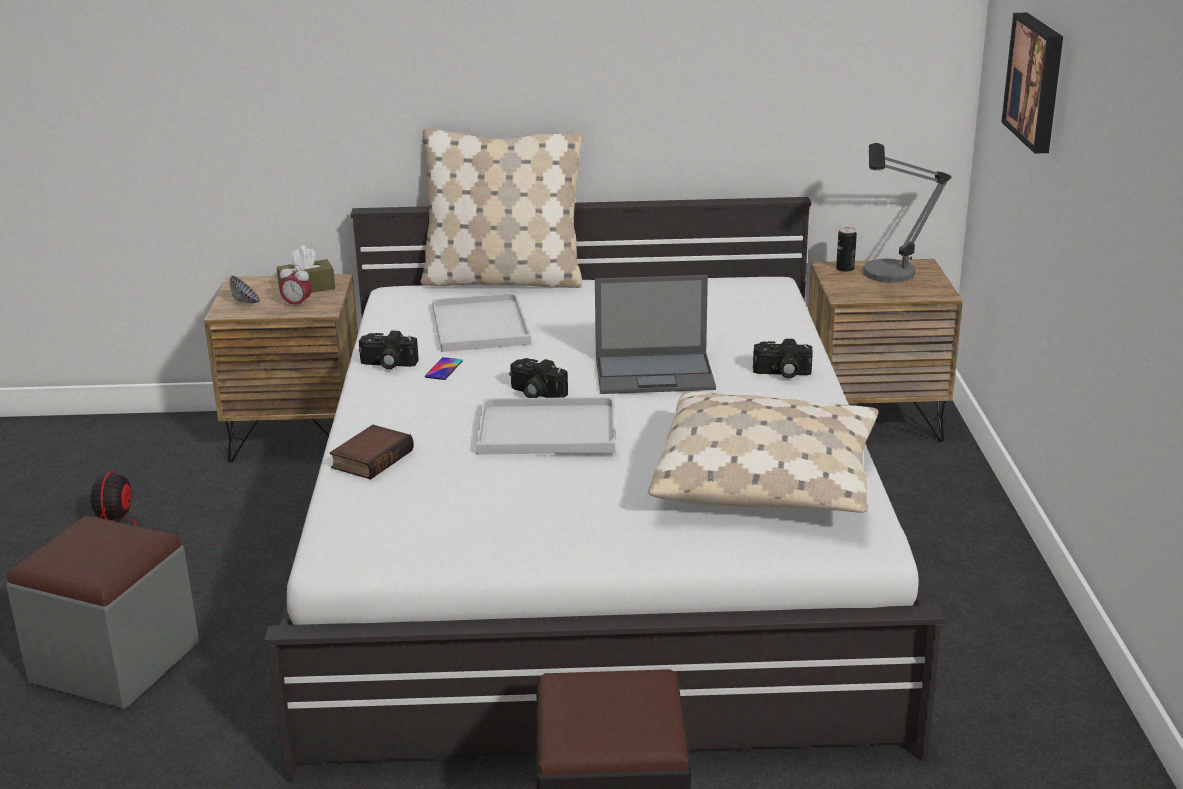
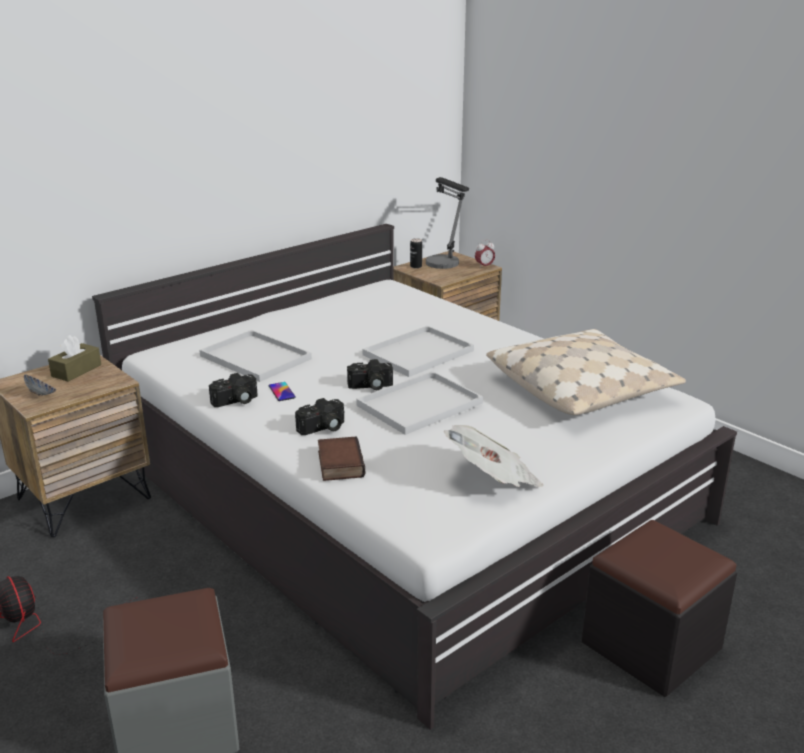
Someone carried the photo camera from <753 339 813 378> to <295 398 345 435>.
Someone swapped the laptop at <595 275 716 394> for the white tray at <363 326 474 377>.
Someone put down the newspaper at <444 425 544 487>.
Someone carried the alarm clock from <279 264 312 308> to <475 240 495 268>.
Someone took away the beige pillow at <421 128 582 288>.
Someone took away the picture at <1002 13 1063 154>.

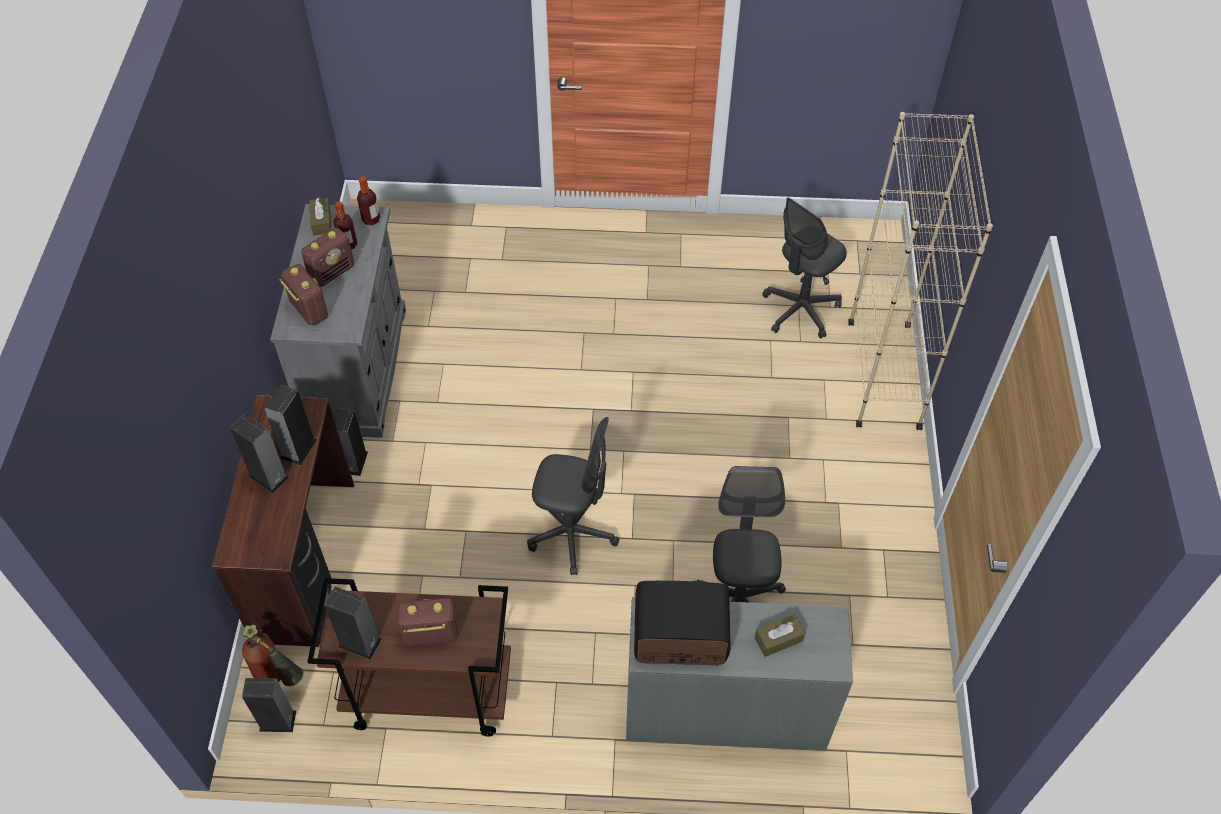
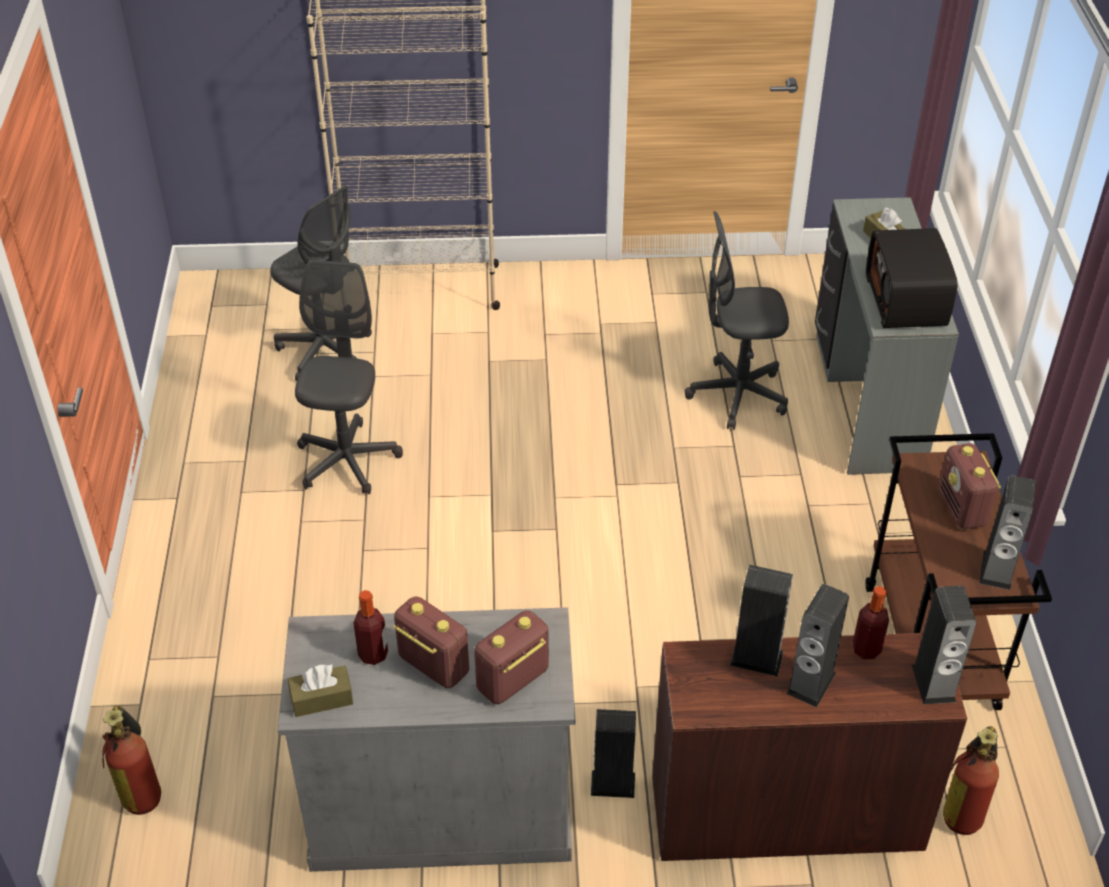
Someone put down the fire extinguisher at <102 706 161 815>.
Someone carried the grey office chair from <527 417 619 575> to <295 260 403 494>.
Someone carried the bottle from <357 176 380 225> to <853 586 889 659>.
Someone carried the speaker from <242 678 296 732> to <912 586 977 705>.

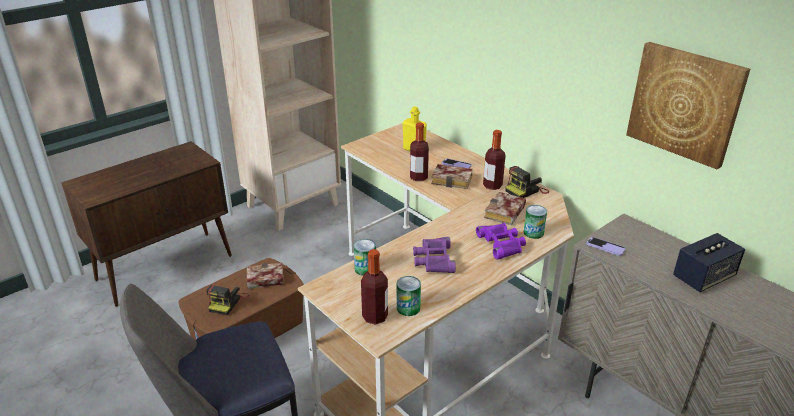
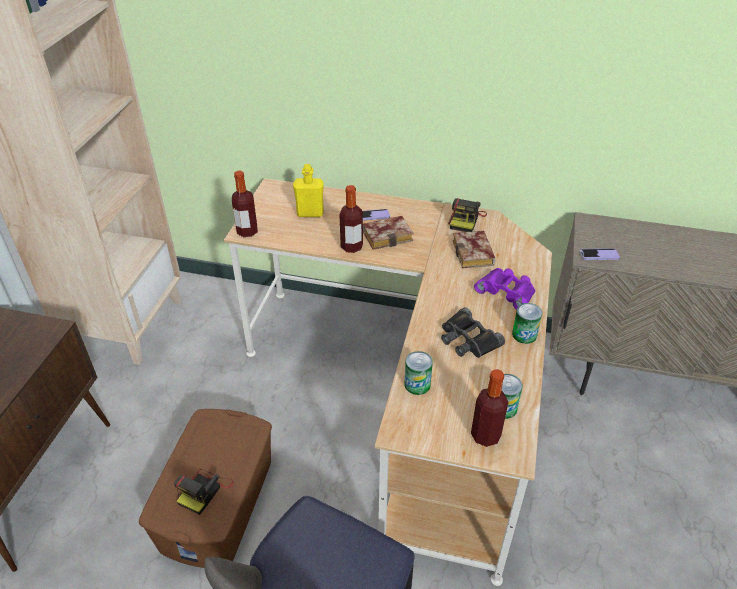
Someone rotated the photo camera at <206 285 249 315> by 45 degrees clockwise.
Someone carried the bottle from <483 130 506 190> to <232 170 258 237>.
Someone repainted the purple binoculars at <413 237 456 273>, which became the black binoculars at <441 307 505 358>.
Someone carried the can from <524 205 547 239> to <512 303 542 344>.
Someone took away the book at <247 263 284 289>.
Someone took away the picture at <626 42 750 170>.
Someone took away the speaker at <673 233 745 292>.

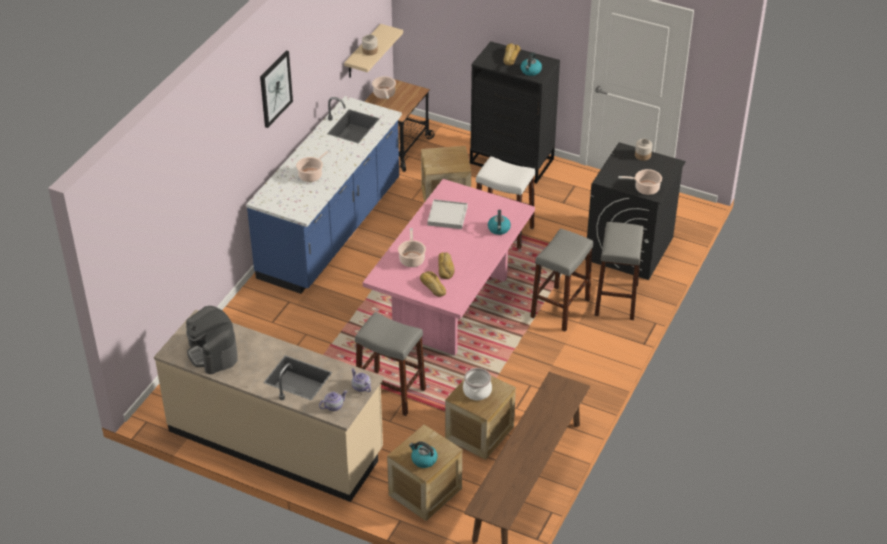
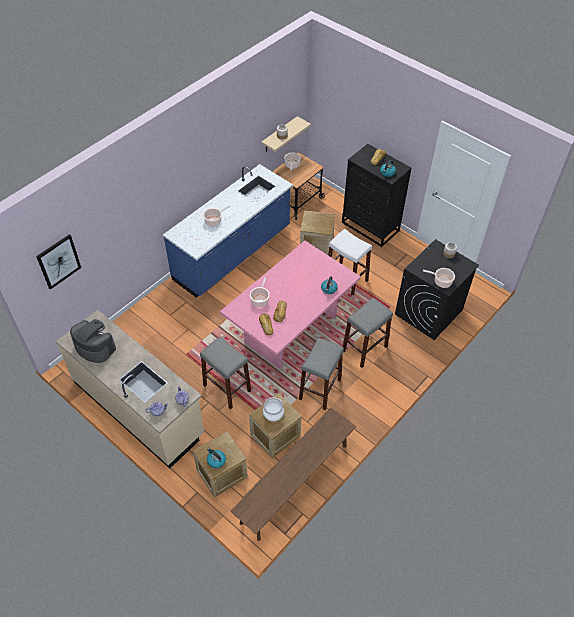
Someone carried the picture from <260 50 293 128> to <36 234 81 290>.
Someone rotated the coffee machine at <186 306 238 374> by 135 degrees clockwise.
Someone carried the grey stool from <594 222 644 320> to <299 338 344 410>.
Someone took away the white tray at <427 199 468 229>.

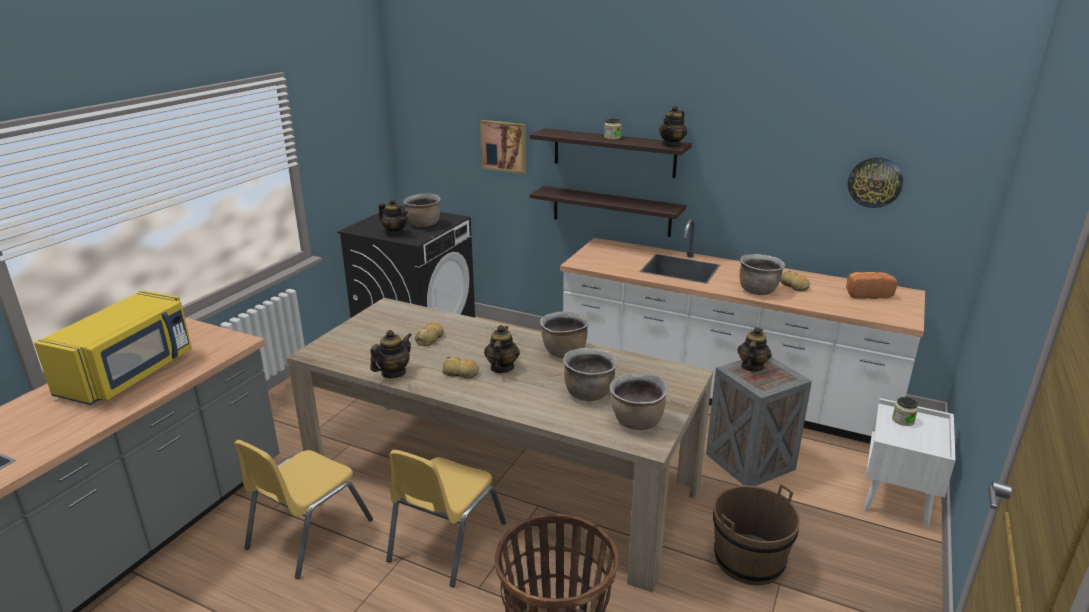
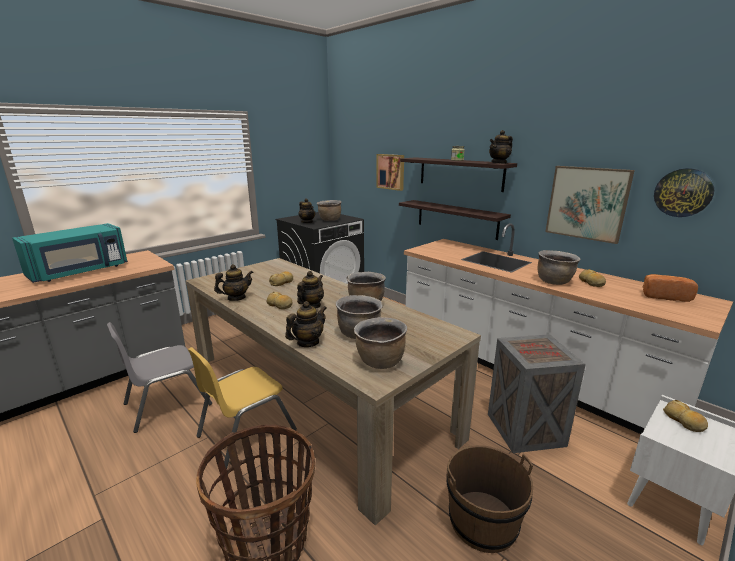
Someone repainted the yellow microwave at <34 290 192 405>, which became the turquoise microwave at <12 223 128 283>.
Someone repainted the yellow chair at <234 440 373 579>, which became the grey chair at <107 322 212 433>.
Someone carried the teapot from <738 327 772 371> to <285 301 327 347>.
Someone put up the picture at <545 166 635 244>.
Someone swapped the jar at <892 397 918 426> for the bread at <663 400 708 432>.

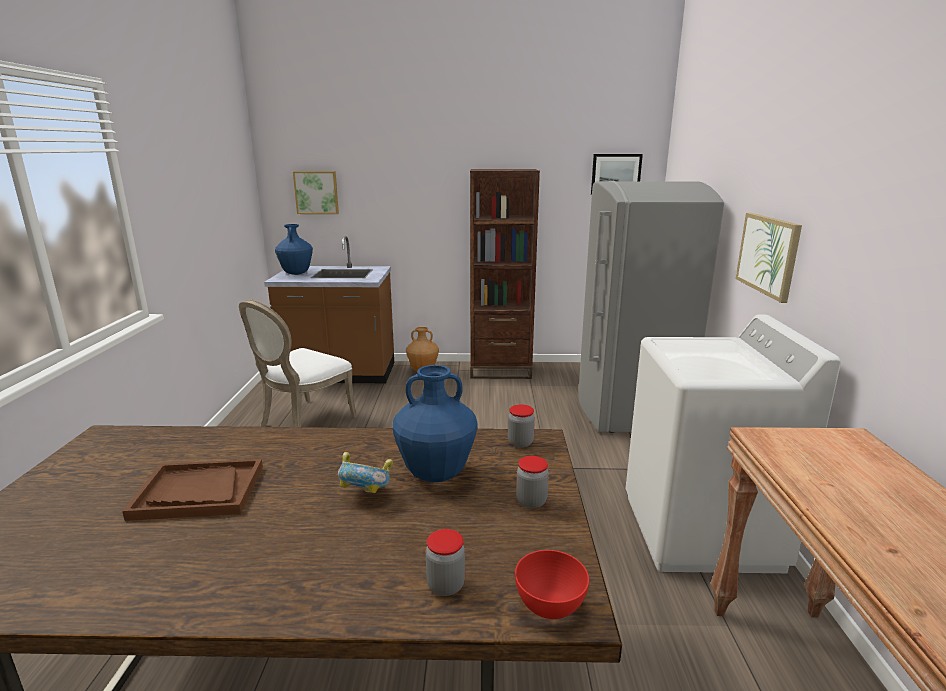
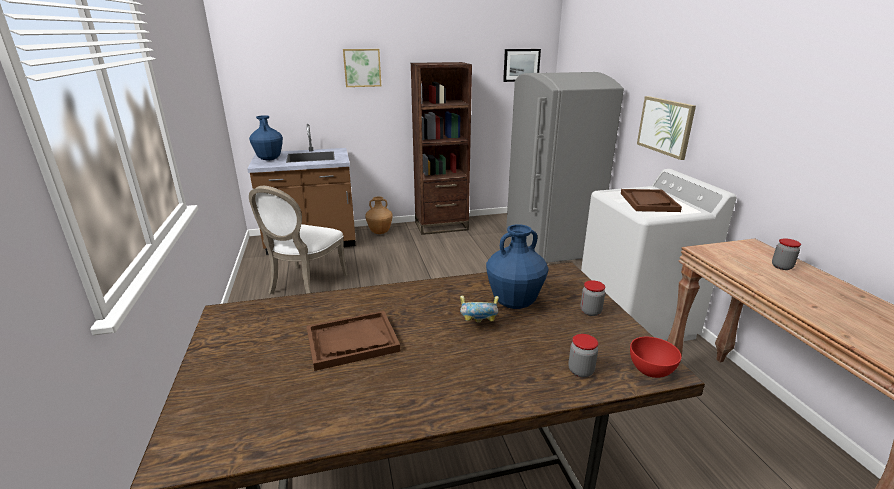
Someone carried the picture from <293 171 339 214> to <343 49 381 87>.
Someone put down the brown tray at <621 189 682 212>.
Someone carried the jar from <508 404 535 448> to <772 238 801 270>.

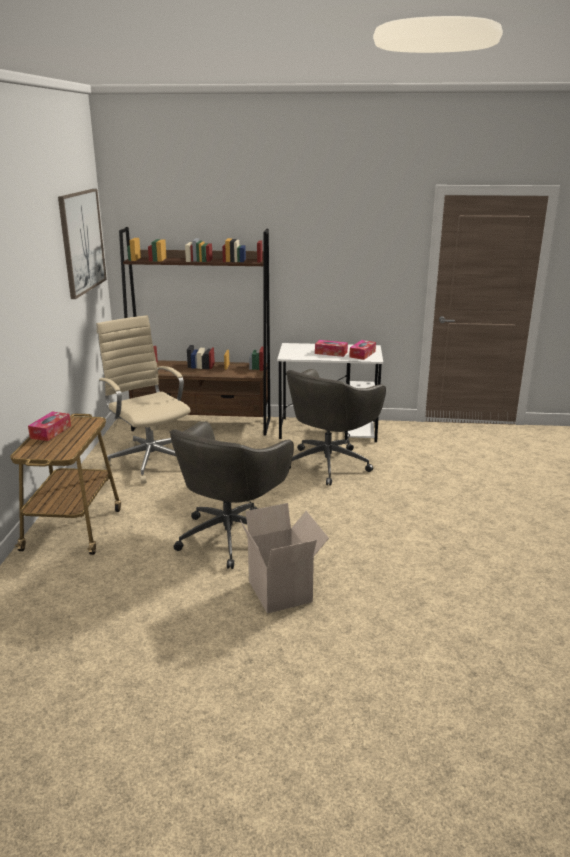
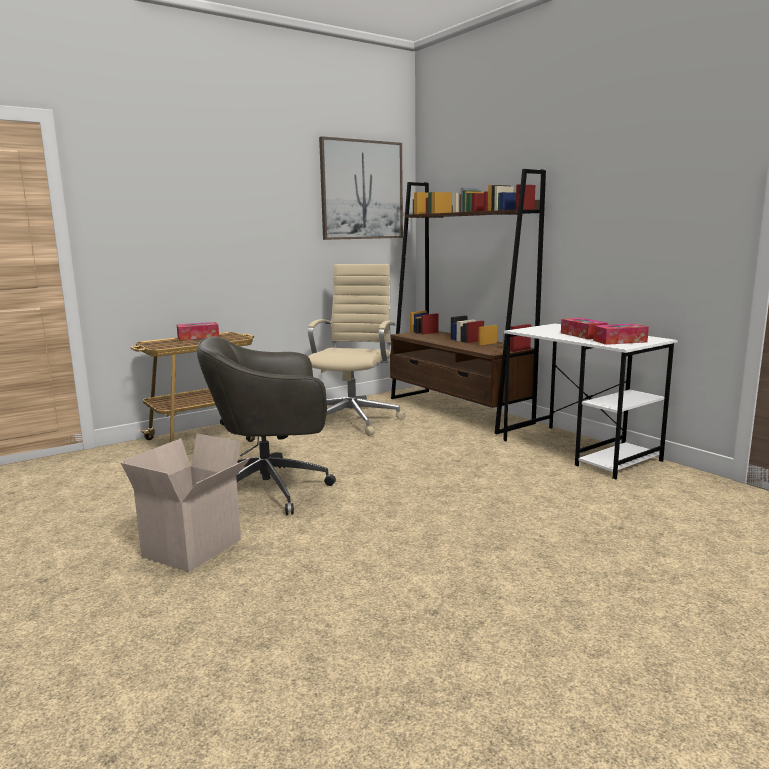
Someone took away the grey office chair at <286 369 386 486>.

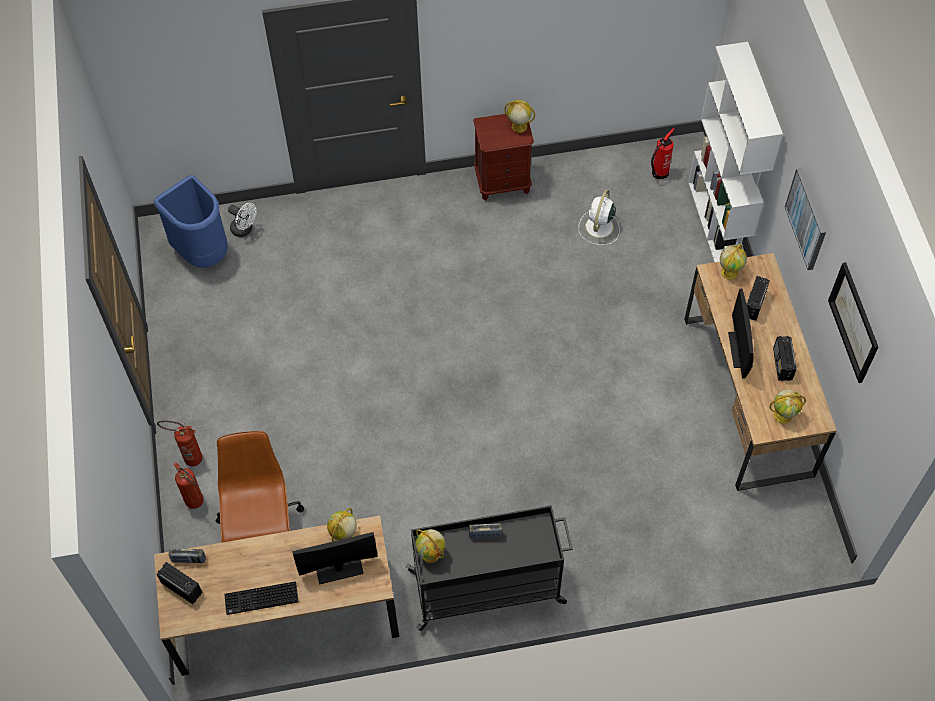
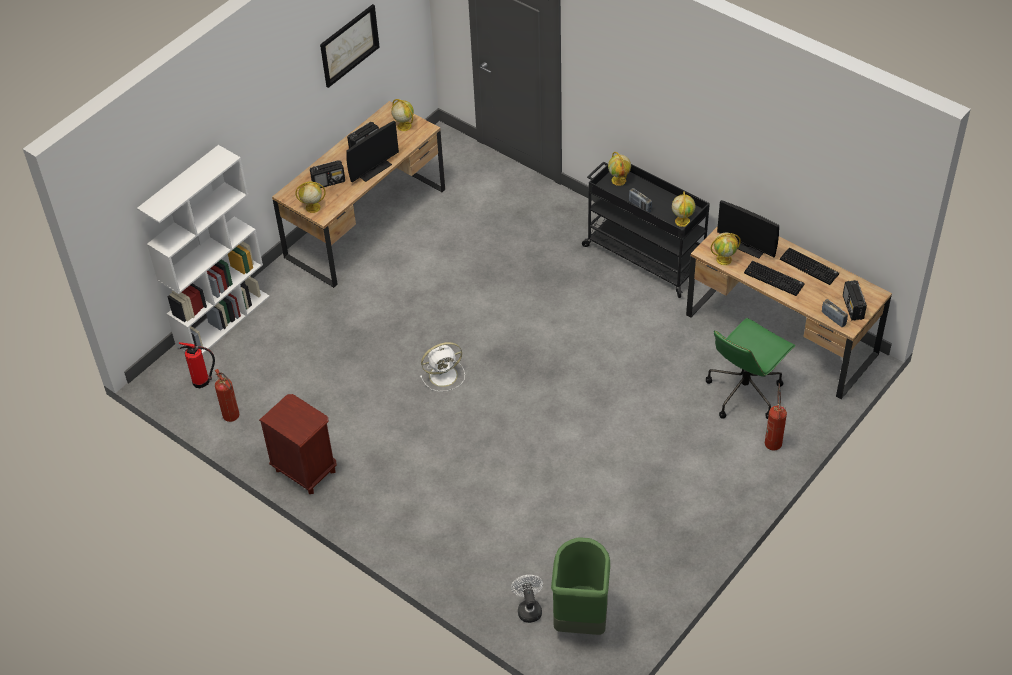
Someone carried the fire extinguisher from <157 421 202 467> to <215 369 239 422>.
Someone carried the white fan from <579 189 620 245> to <420 342 465 392>.
Someone repainted the blue trash can at <154 175 228 268>, which became the green trash can at <551 537 610 635>.
Someone carried the globe from <504 100 535 133> to <608 152 631 186>.
Someone repainted the brown office chair at <216 431 304 543>, which became the green office chair at <706 318 795 419>.
Someone put down the keyboard at <744 261 805 296>.
Someone took away the picture at <785 168 826 270>.

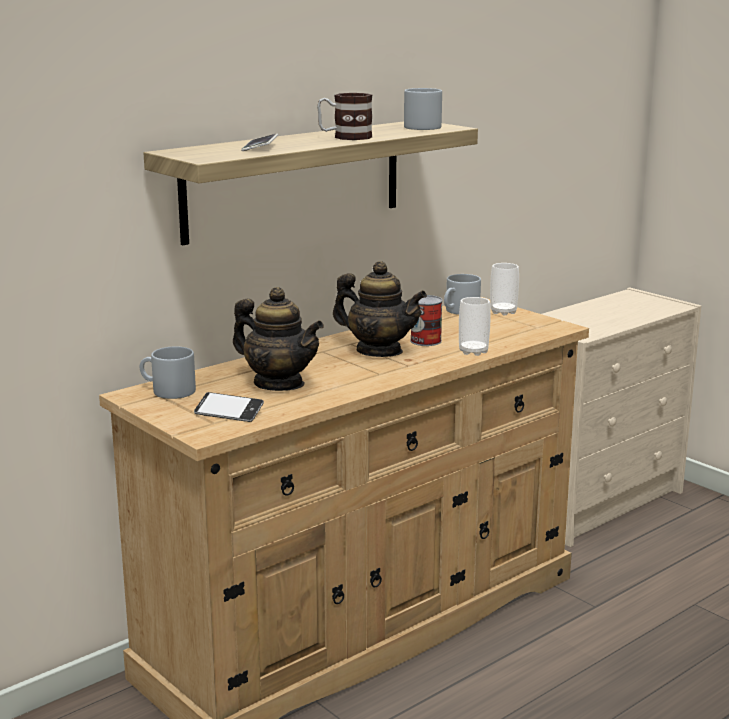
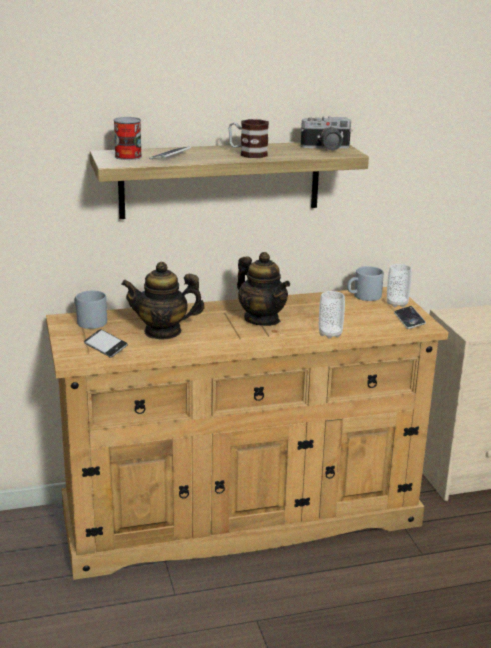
Someone carried the can from <410 295 443 346> to <114 117 142 160>.
Someone rotated the teapot at <233 287 324 391> by 120 degrees clockwise.
Someone swapped the grey mug at <404 88 442 130> for the photo camera at <300 117 353 150>.
Someone put down the phone at <394 306 426 329>.

